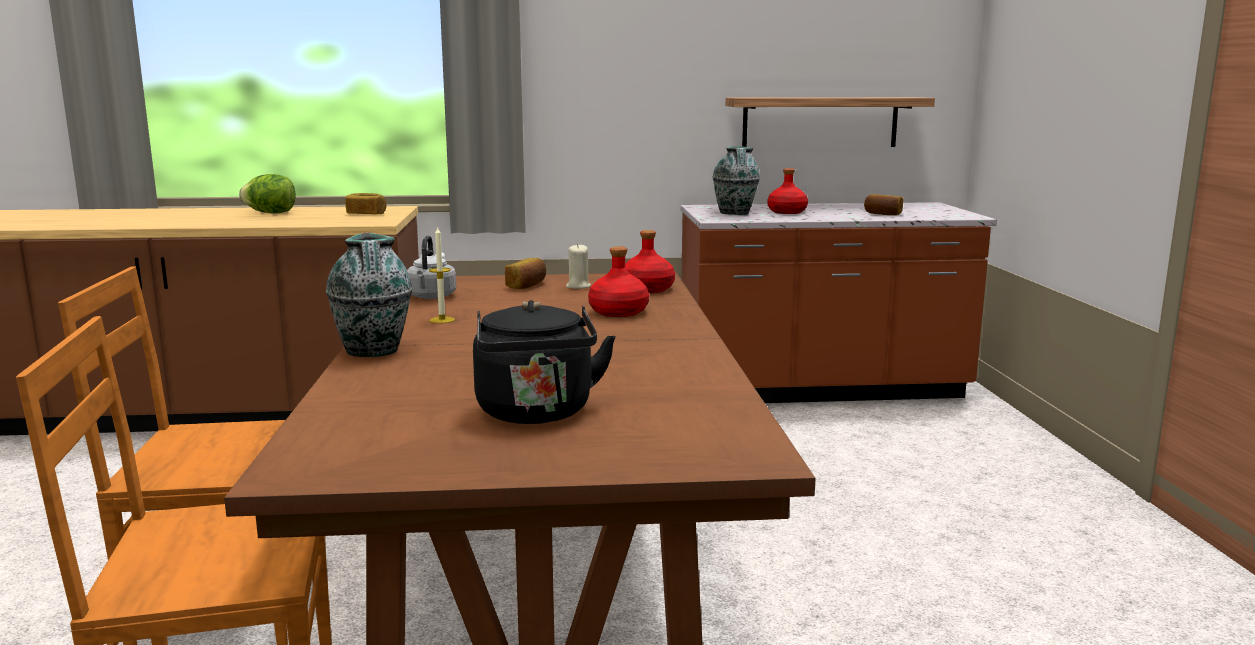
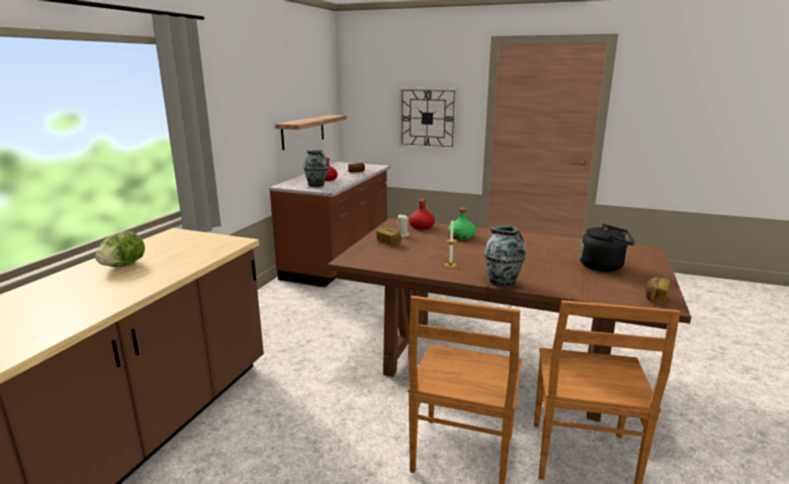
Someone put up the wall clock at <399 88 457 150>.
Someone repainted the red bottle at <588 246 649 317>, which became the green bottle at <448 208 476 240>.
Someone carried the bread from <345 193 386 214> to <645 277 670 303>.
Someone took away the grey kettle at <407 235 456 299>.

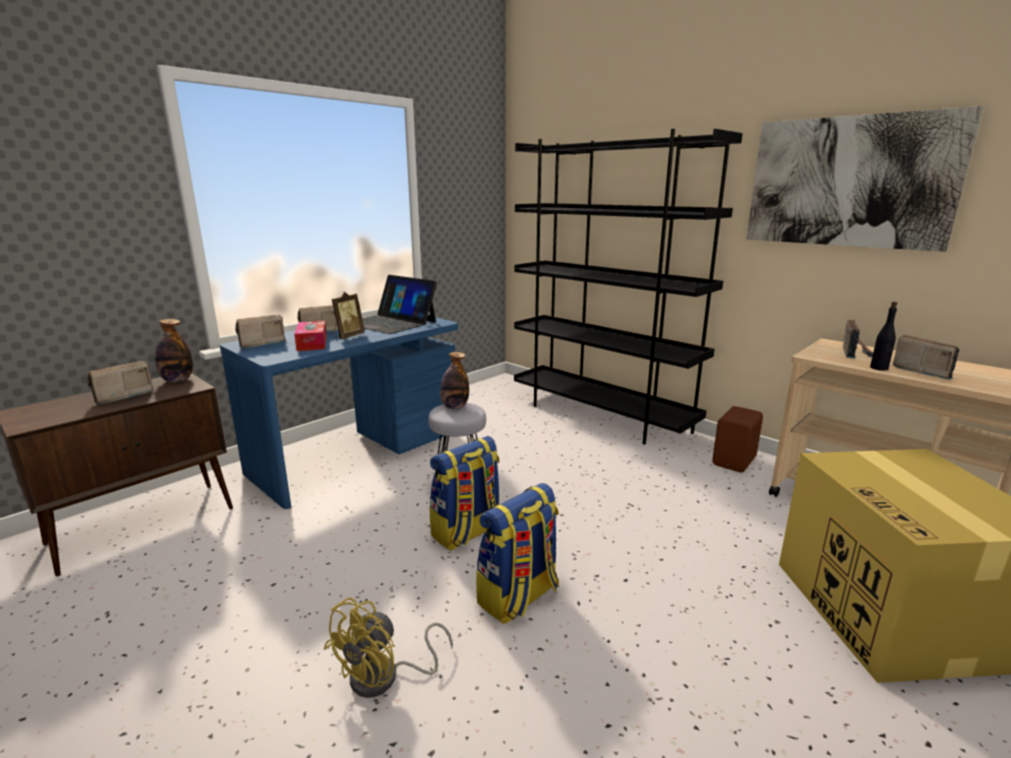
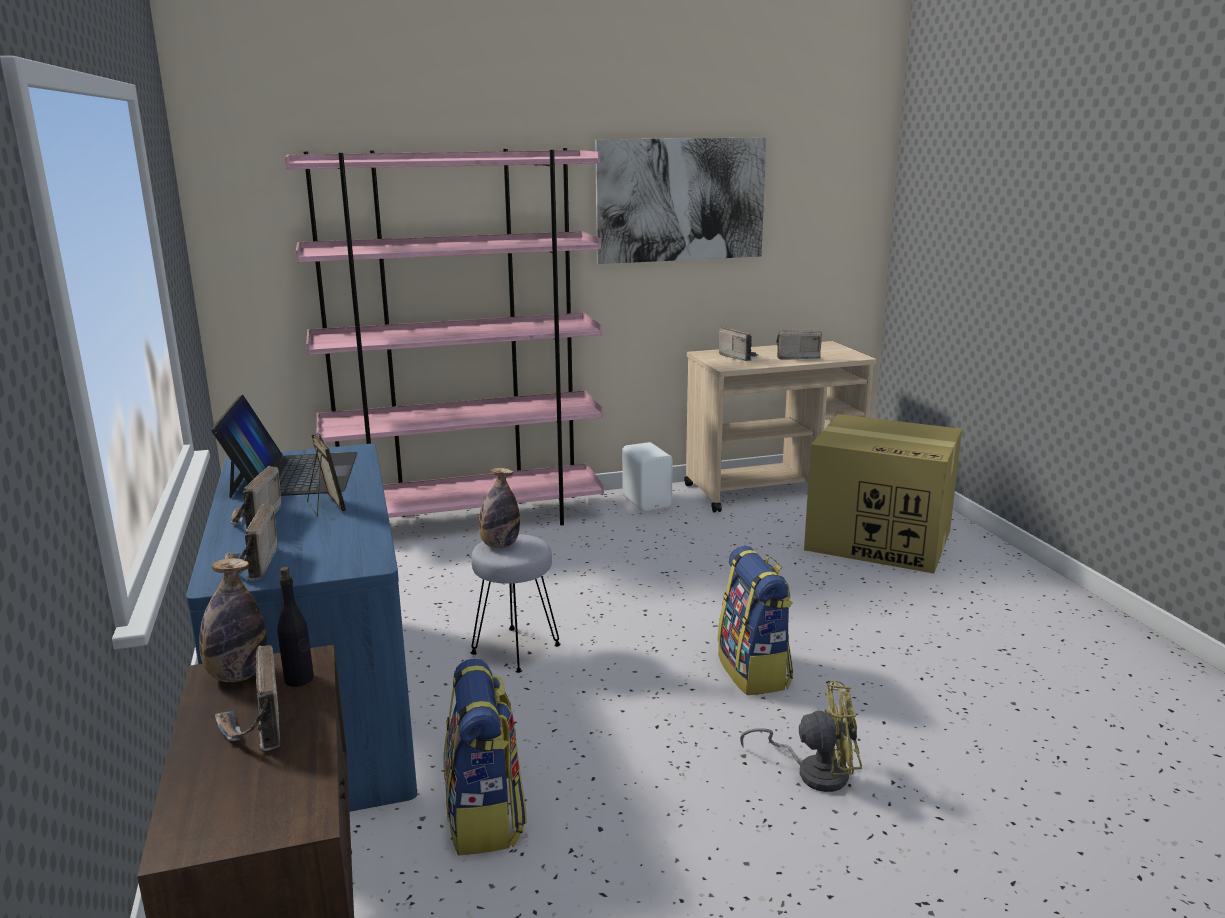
Someone rotated the laptop at <362 275 437 334> by 75 degrees counterclockwise.
Someone carried the black bottle from <870 302 897 371> to <277 567 314 687>.
Someone repainted the black bookcase at <514 129 743 445>, which became the pink bookcase at <285 148 604 525>.
Someone carried the backpack from <430 436 500 551> to <444 659 527 856>.
Someone repainted the brown speaker at <712 406 763 472>, which became the white speaker at <622 442 673 512>.
Someone rotated the yellow fan at <324 598 453 698> by 60 degrees counterclockwise.
Someone took away the tissue box at <294 321 327 351>.

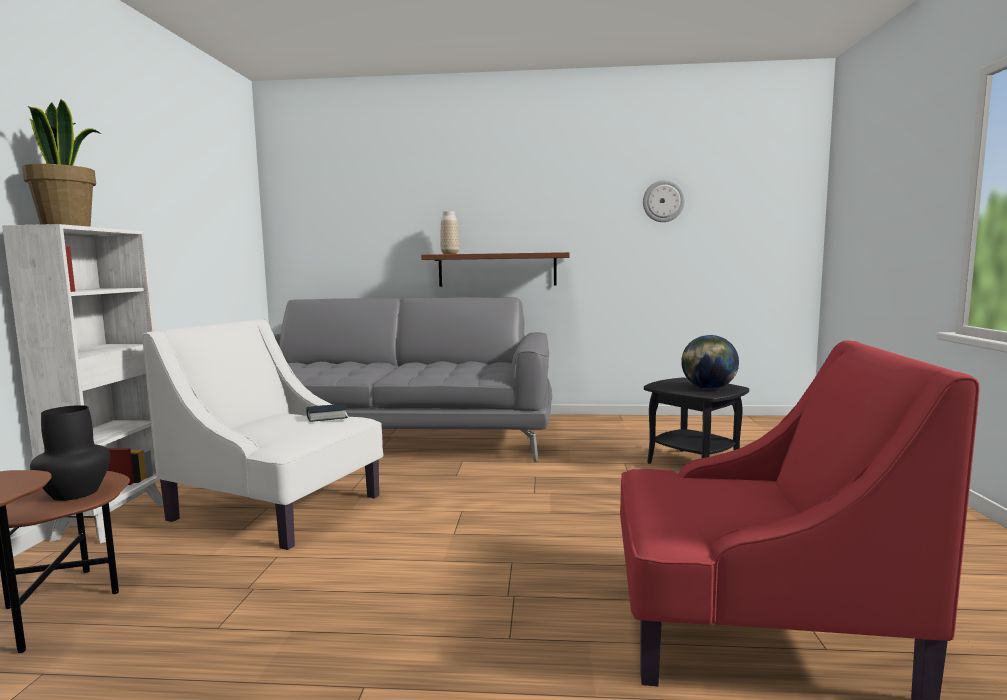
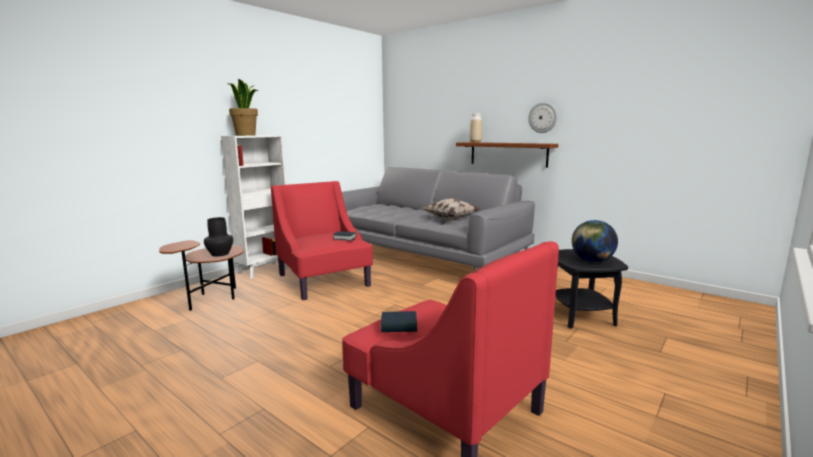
Someone repainted the white armchair at <142 319 383 550>, which became the red armchair at <271 181 373 300>.
Someone put down the book at <381 311 417 332>.
Someone put down the pillow at <421 198 480 220>.
Someone carried the wall clock from <643 180 685 222> to <528 102 558 133>.

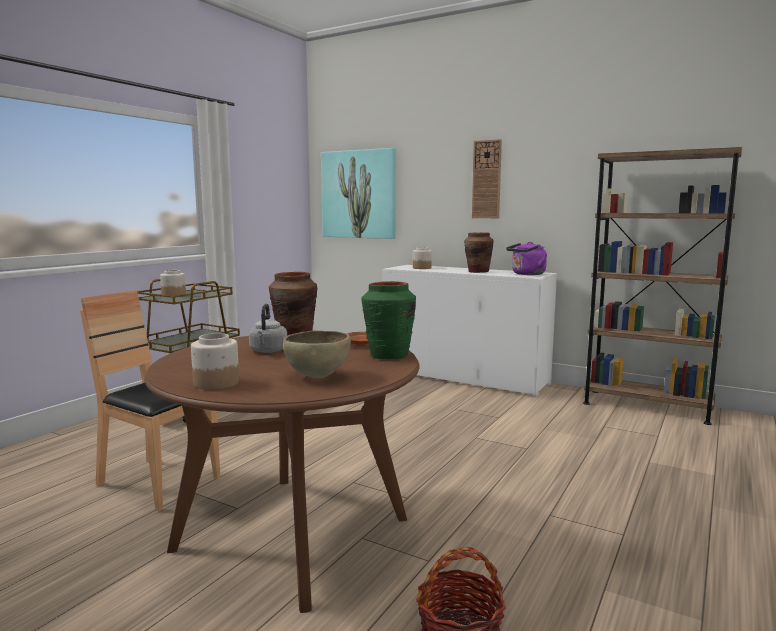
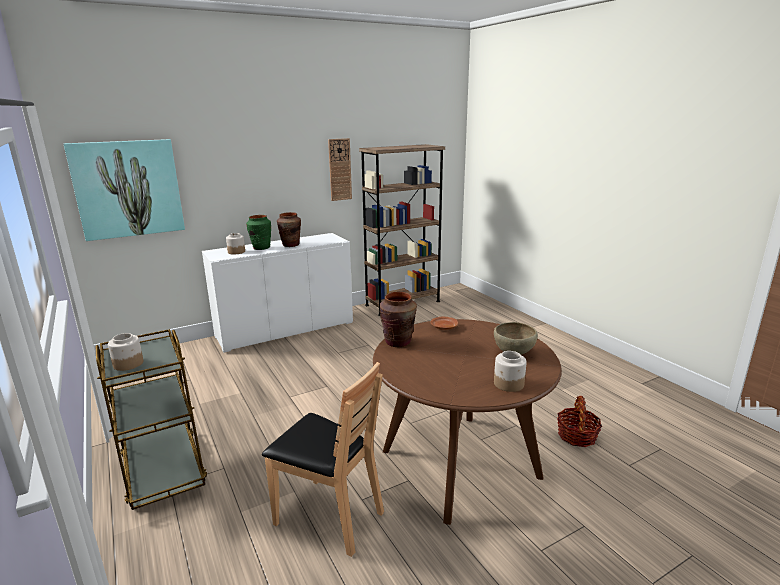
Someone carried the green vase from <362 281 416 359> to <246 215 271 250>.
Someone rotated the brown chair at <80 290 220 511> by 120 degrees counterclockwise.
Someone carried the wall clock from <472 139 502 218> to <328 138 352 201>.
Someone took away the grey kettle at <249 304 287 353>.
Someone took away the purple kettle at <506 242 547 275>.

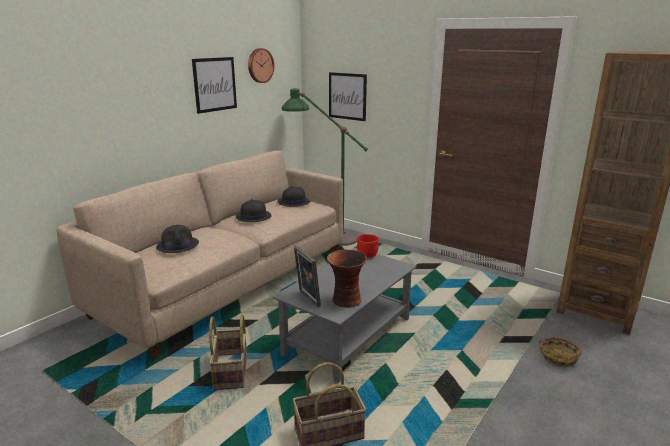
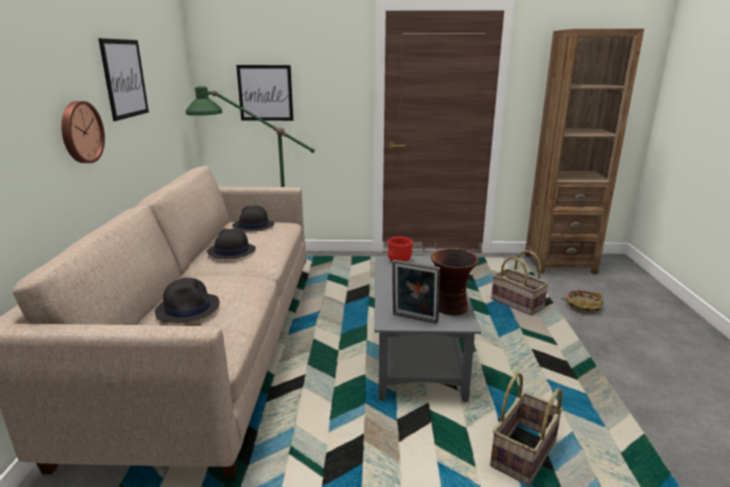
Someone carried the wall clock from <248 48 274 83> to <61 101 105 163>.
Someone carried the basket from <209 315 247 390> to <491 250 549 315>.

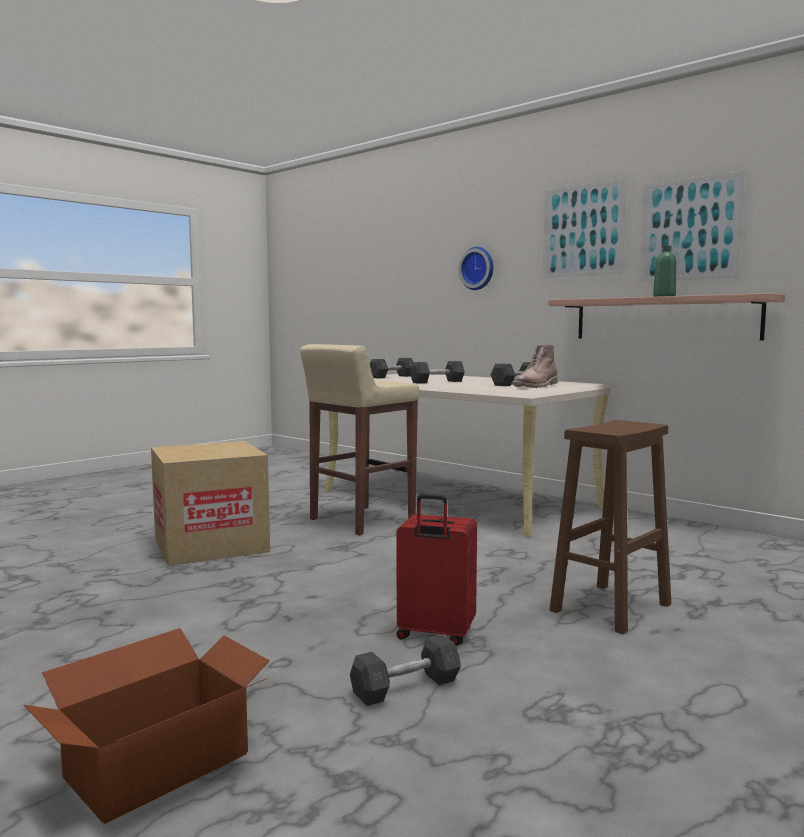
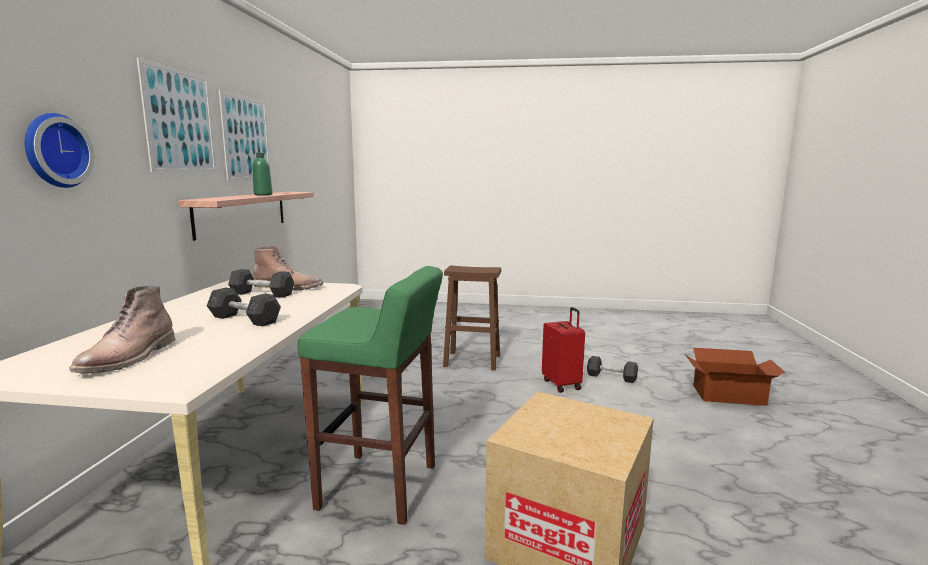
Someone swapped the grey dumbbell at <370 358 413 379> for the brown boot at <69 285 175 373>.
Someone repainted the beige stool at <300 344 419 535>, which became the green stool at <297 266 443 525>.

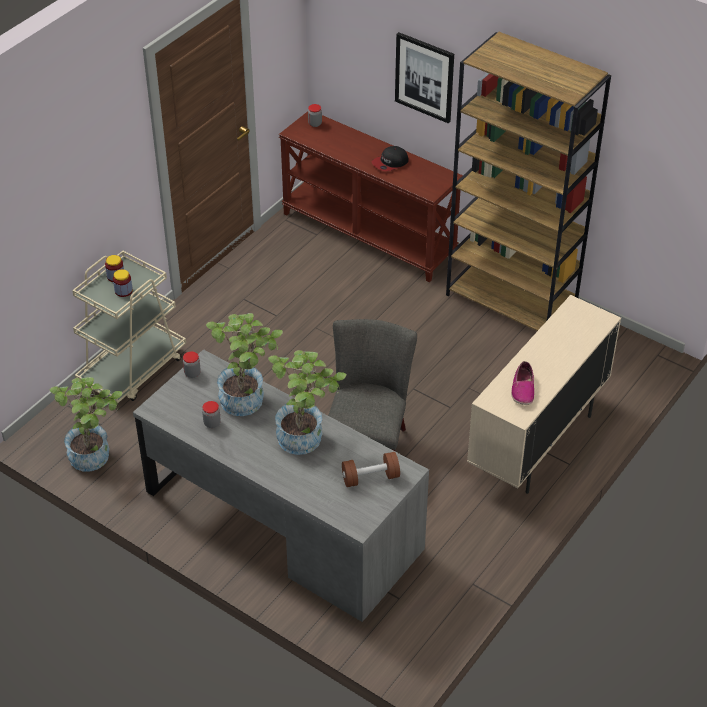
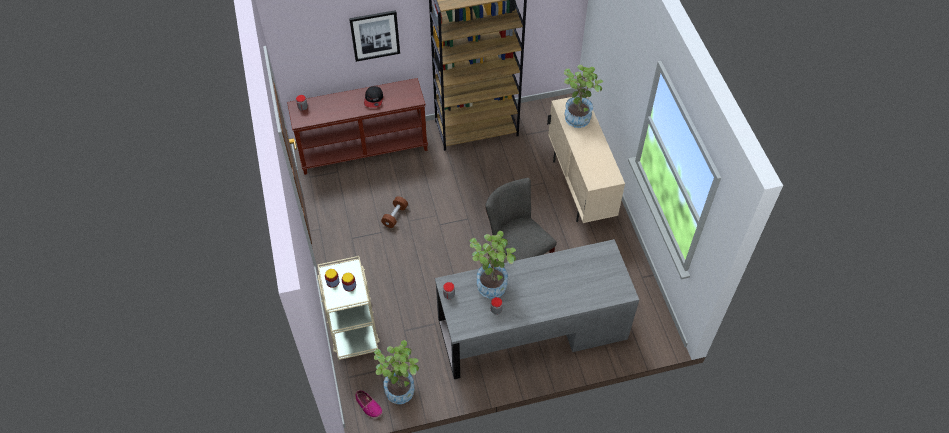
Someone carried the shoe from <511 361 534 405> to <355 390 383 418>.
Someone carried the brown dumbbell from <342 452 400 487> to <381 196 408 228>.
Someone carried the potted plant from <268 350 346 455> to <564 65 603 128>.

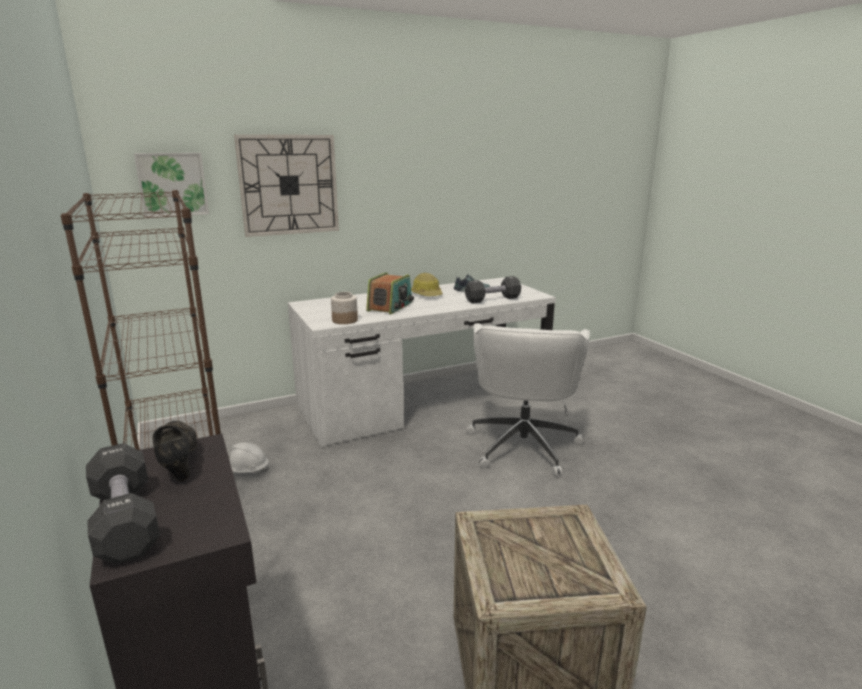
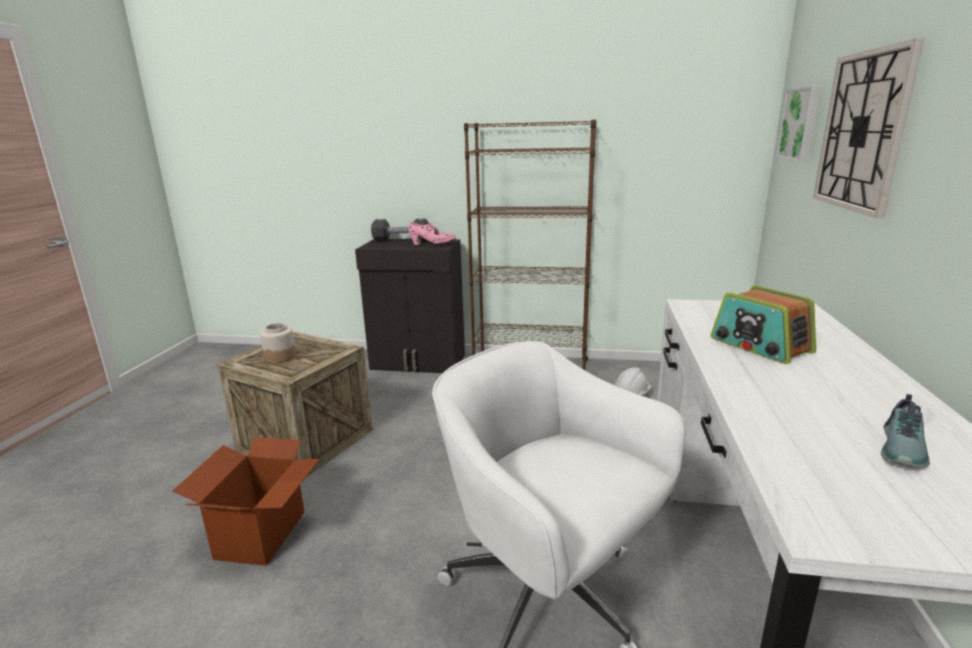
Someone put down the cardboard box at <173 437 320 566>.
Someone carried the jar from <331 292 358 324> to <260 323 296 363>.
Someone repainted the black shoe at <152 421 197 482>, which became the pink shoe at <409 222 456 245>.
Someone took away the hard hat at <411 273 443 296>.
Someone took away the black dumbbell at <465 276 521 303>.

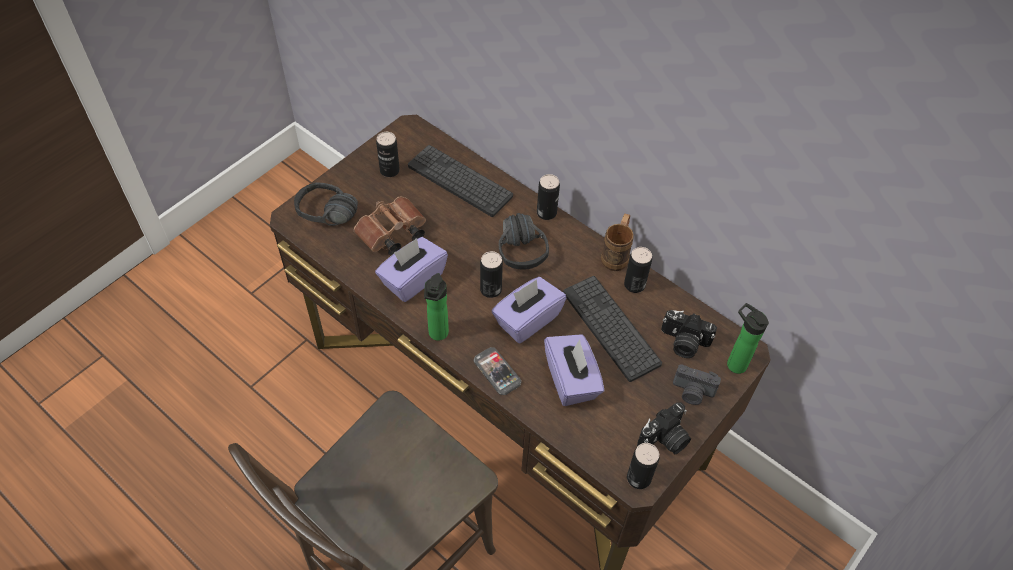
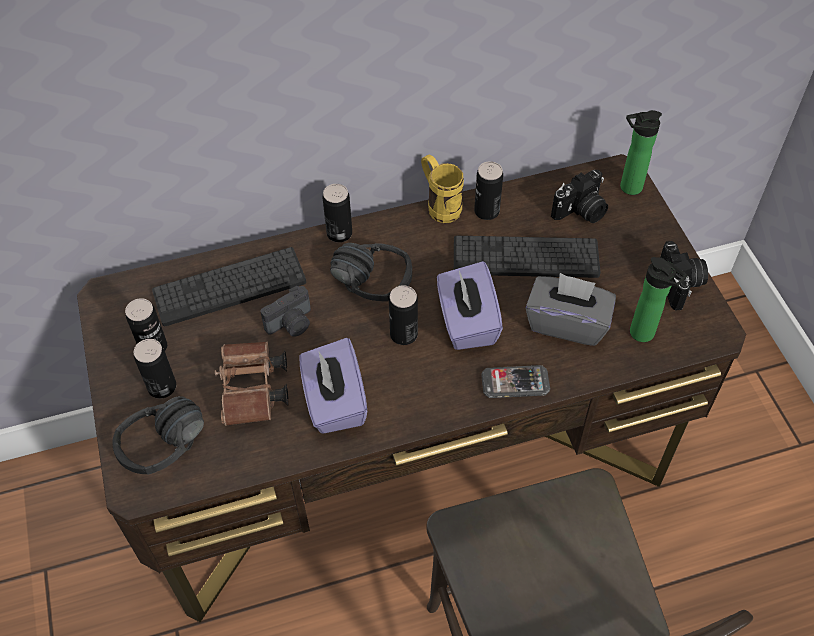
Someone carried the can from <627 443 660 489> to <134 339 176 399>.
Someone carried the photo camera from <673 364 721 405> to <260 286 311 337>.
Someone repainted the brown mug at <601 214 634 271>, which became the yellow mug at <421 155 464 223>.
Someone repainted the purple tissue box at <544 334 604 406>, which became the grey tissue box at <526 273 616 346>.
Someone carried the bottle from <424 273 449 341> to <630 257 687 342>.

